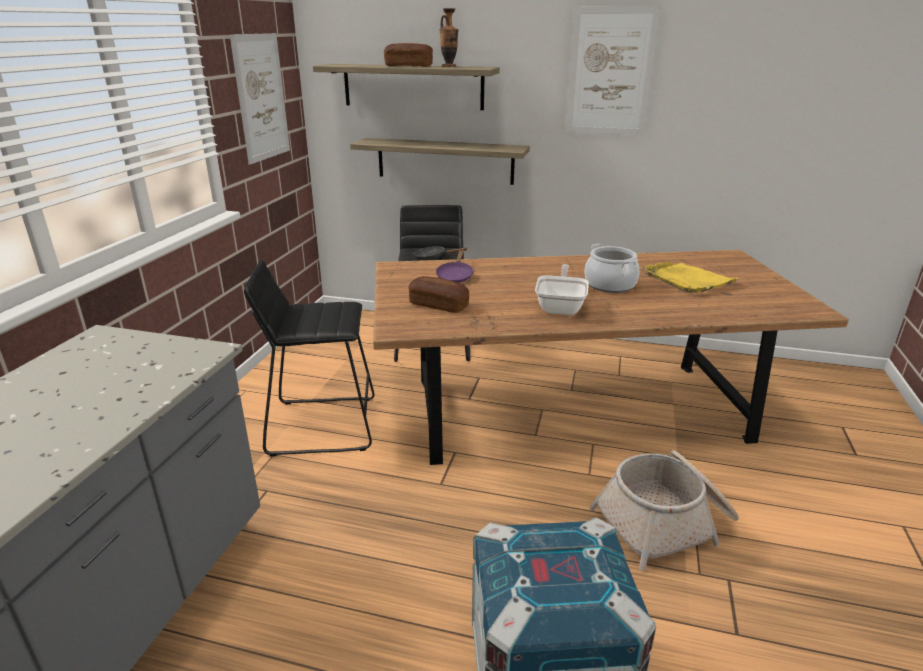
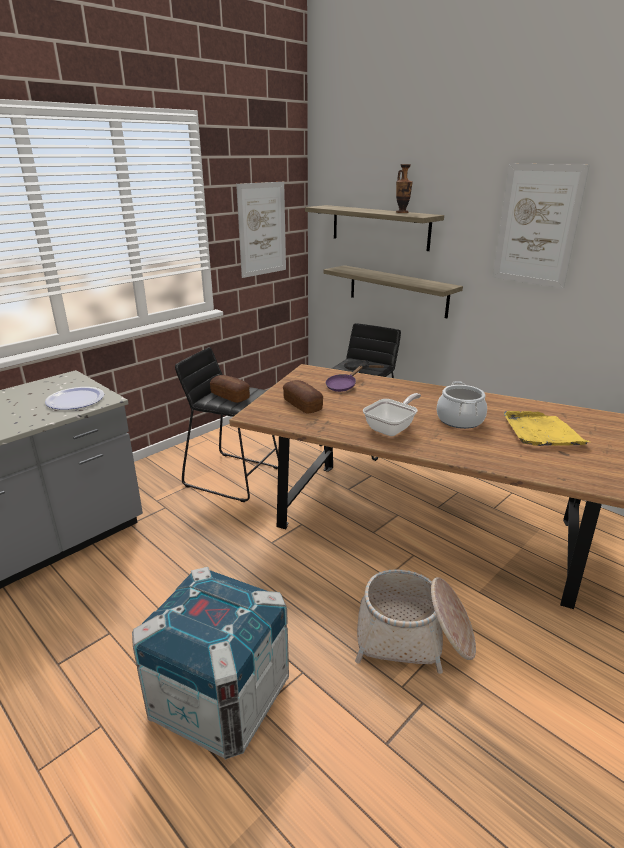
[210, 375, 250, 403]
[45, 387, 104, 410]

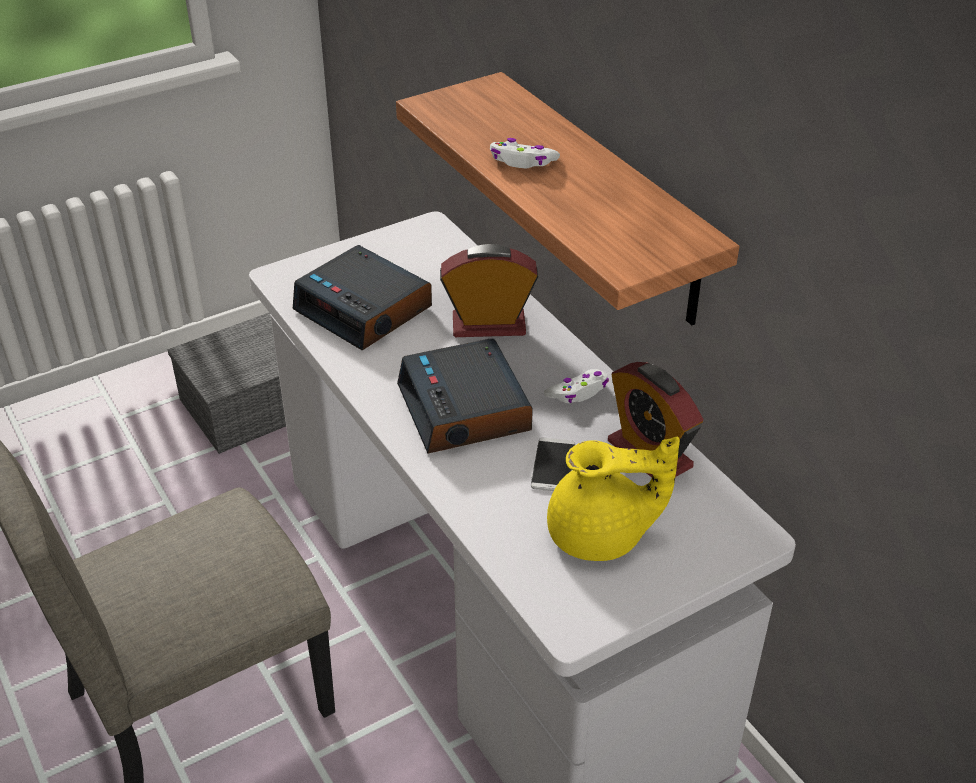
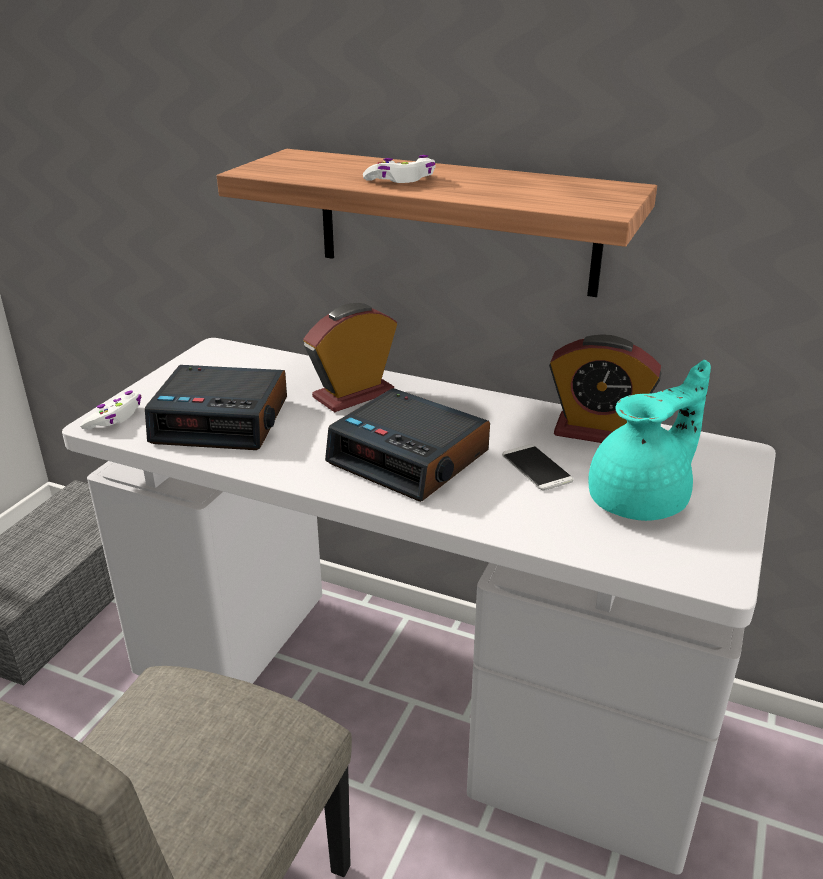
[80, 391, 141, 430]
[588, 360, 711, 521]

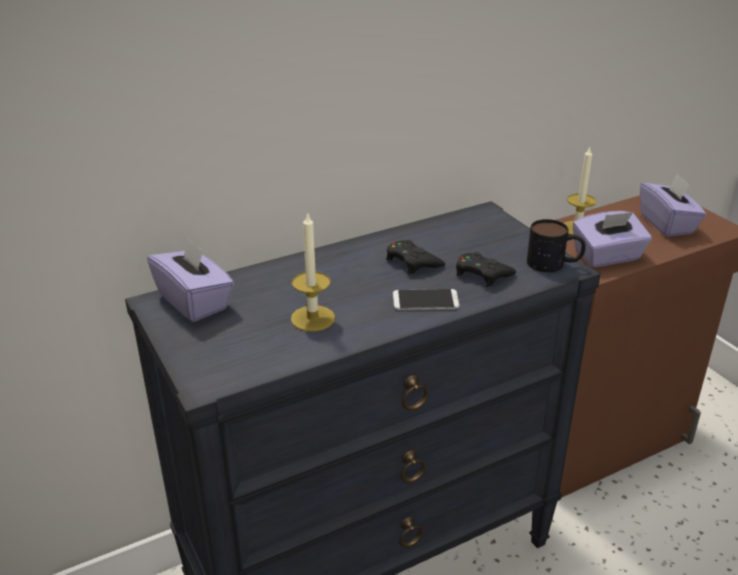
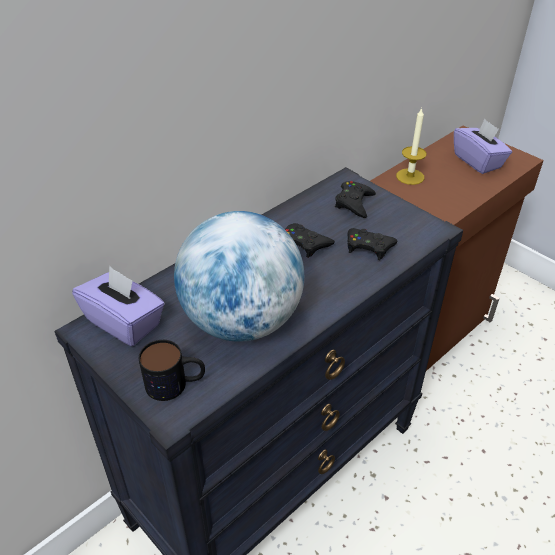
[174, 211, 304, 342]
[393, 289, 460, 310] (first image)
[139, 340, 205, 401]
[573, 211, 652, 267] (first image)
[335, 181, 376, 218]

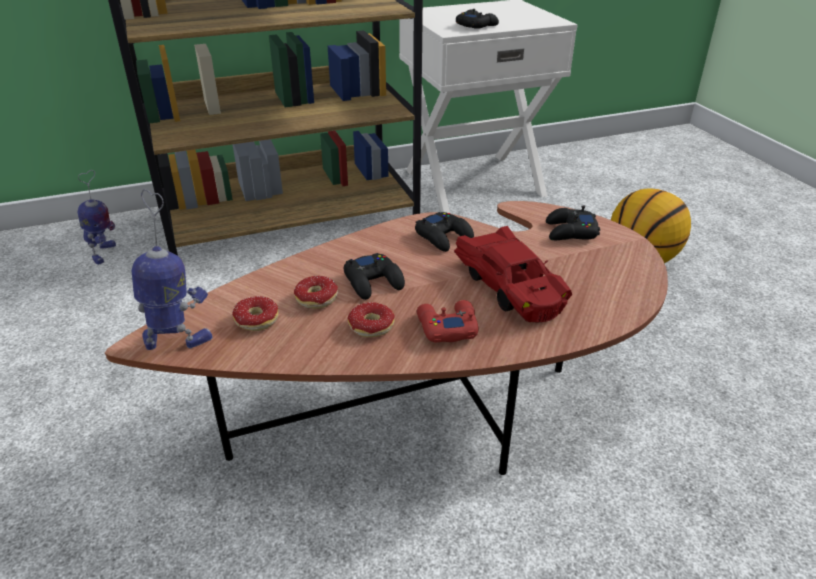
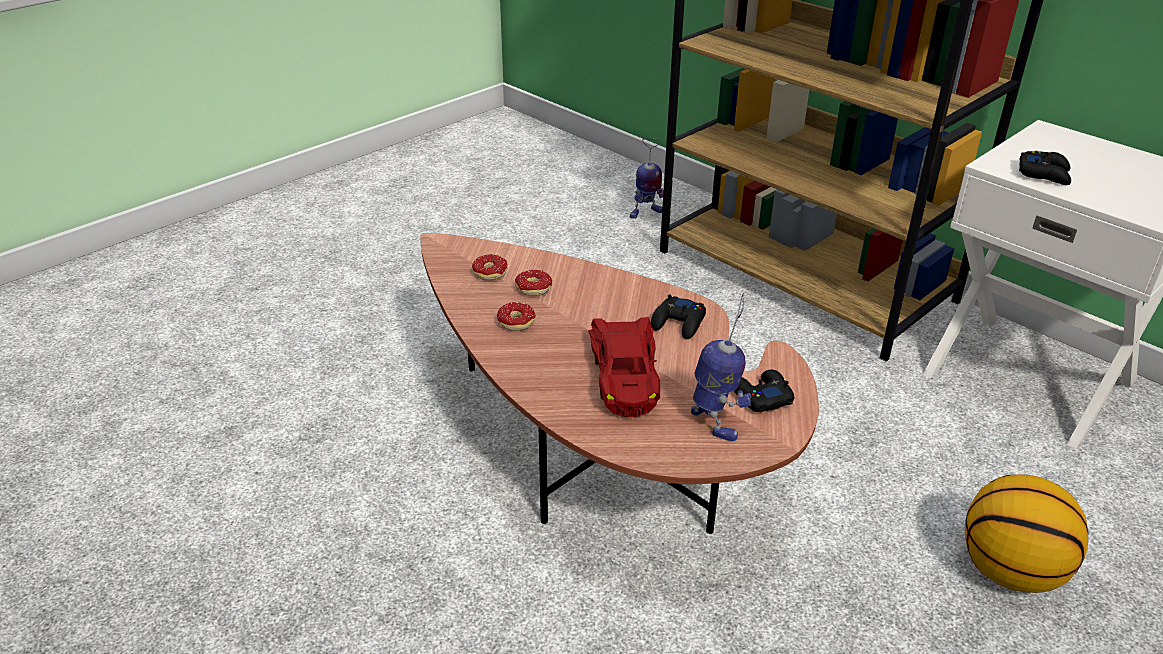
[691, 293, 751, 442]
[343, 253, 405, 300] (first image)
[417, 300, 478, 343] (first image)
[588, 317, 660, 417]

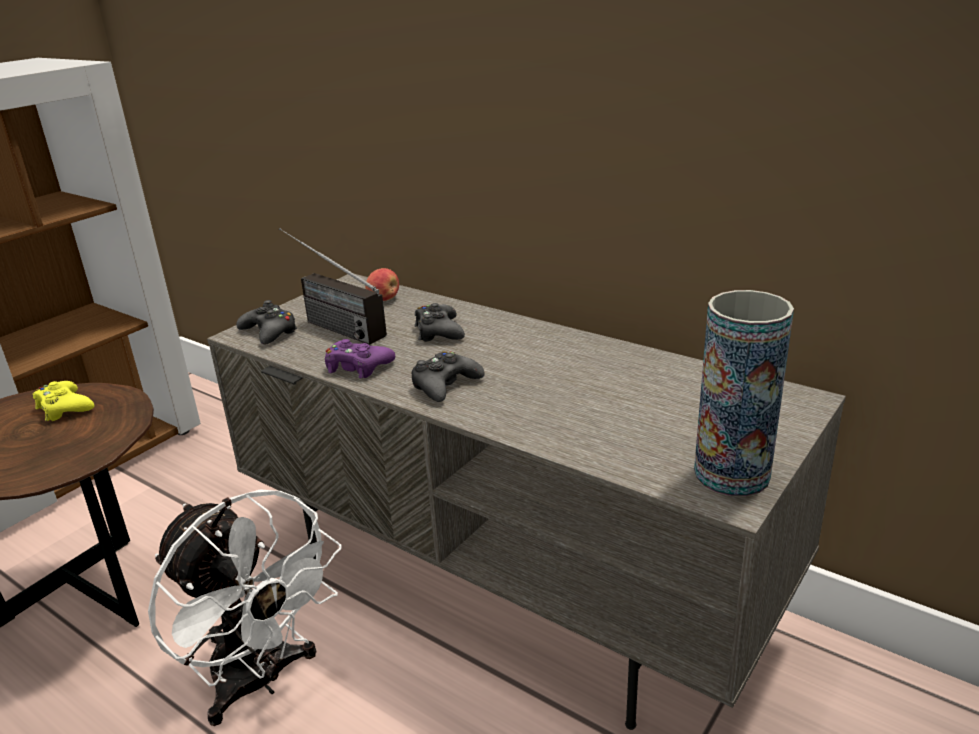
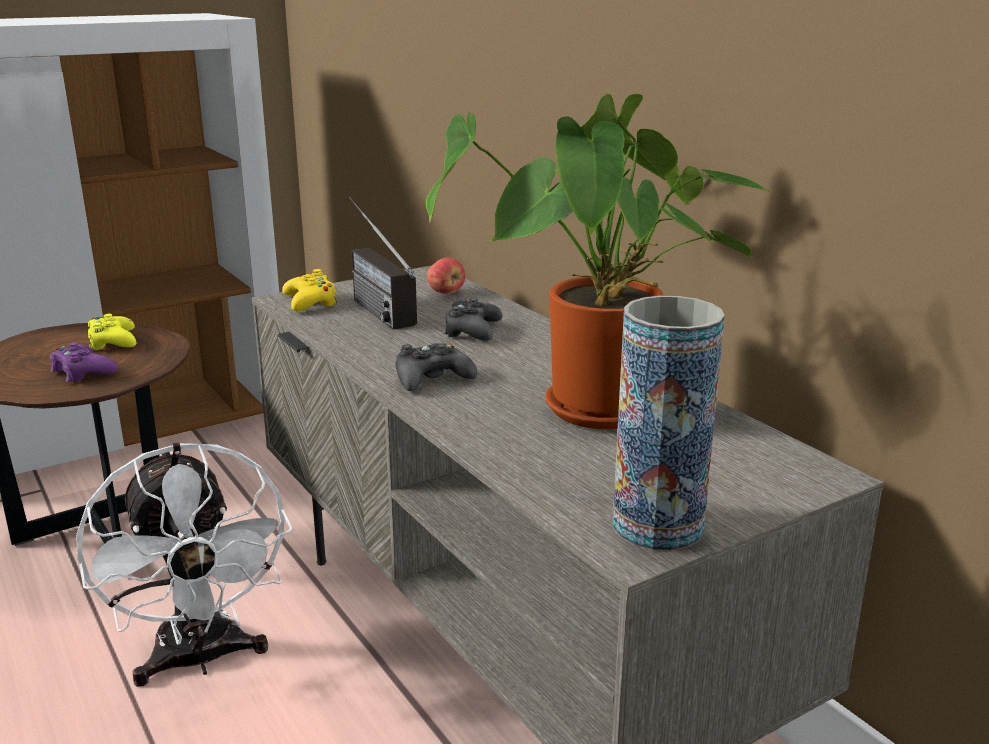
[282, 269, 337, 311]
[50, 342, 118, 382]
[426, 94, 774, 429]

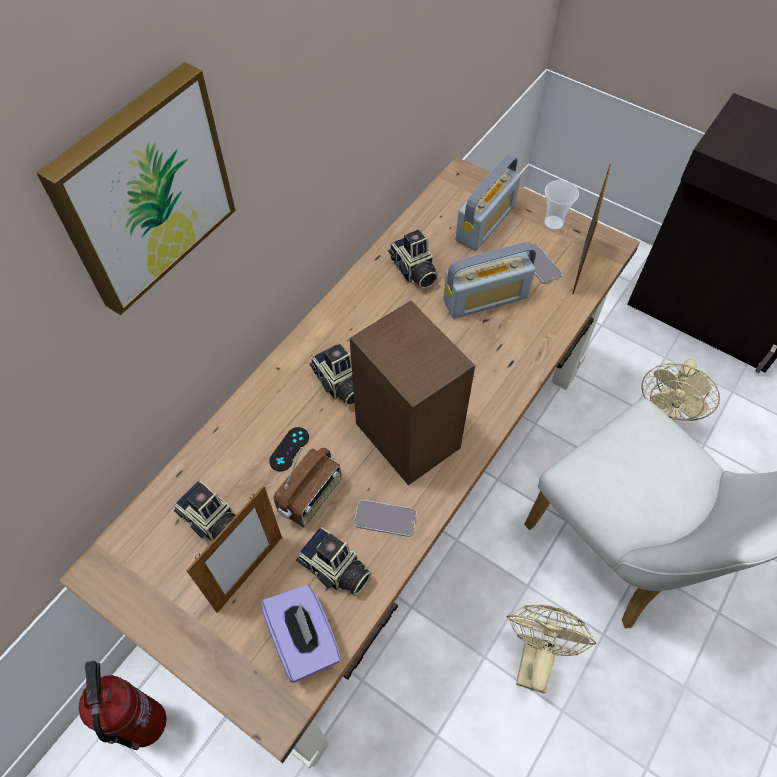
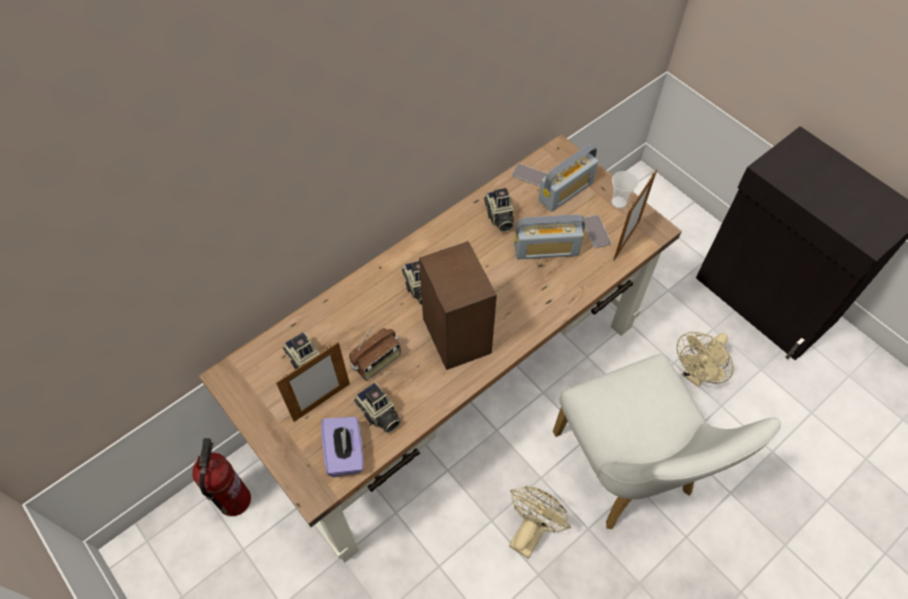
[36, 62, 236, 315] (first image)
[269, 427, 309, 471] (first image)
[512, 164, 547, 186]

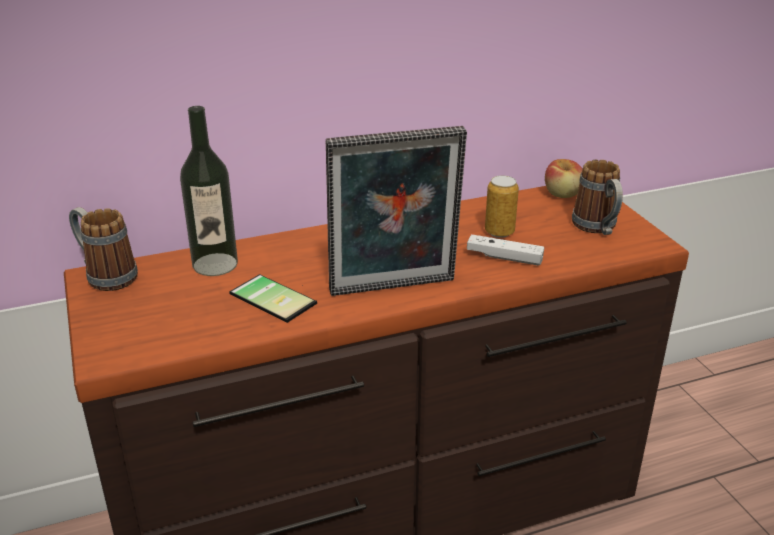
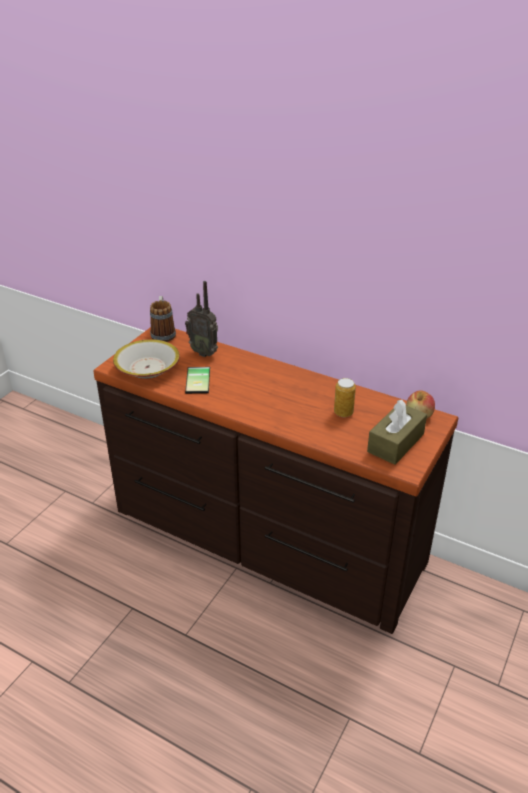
[185, 281, 218, 357]
[326, 126, 467, 296] (first image)
[467, 234, 544, 266] (first image)
[367, 400, 427, 465]
[113, 339, 180, 379]

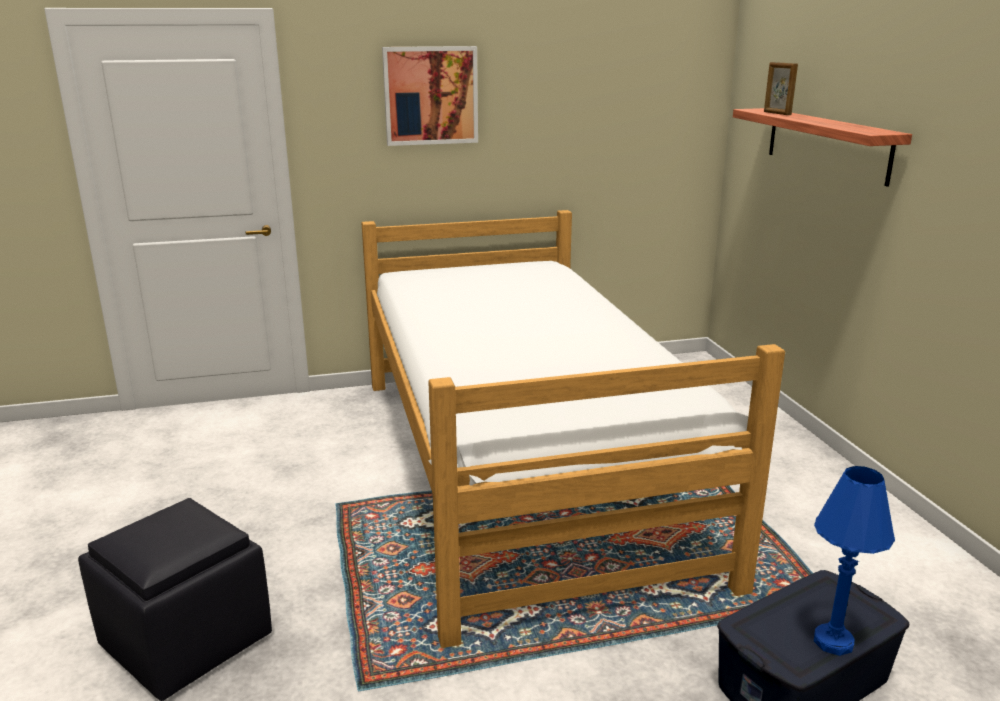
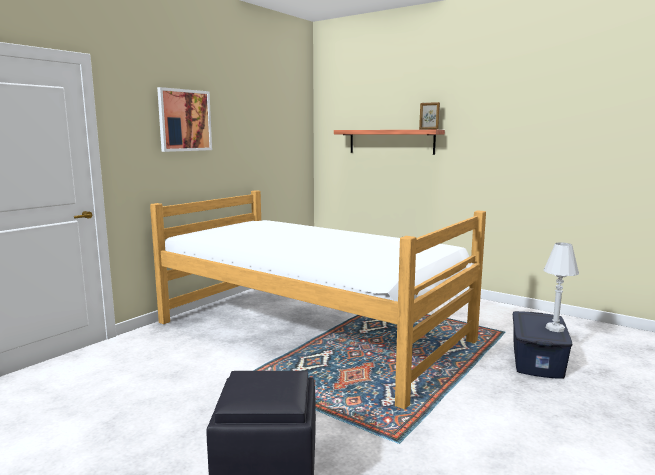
[419, 102, 440, 130]
[543, 242, 579, 332]

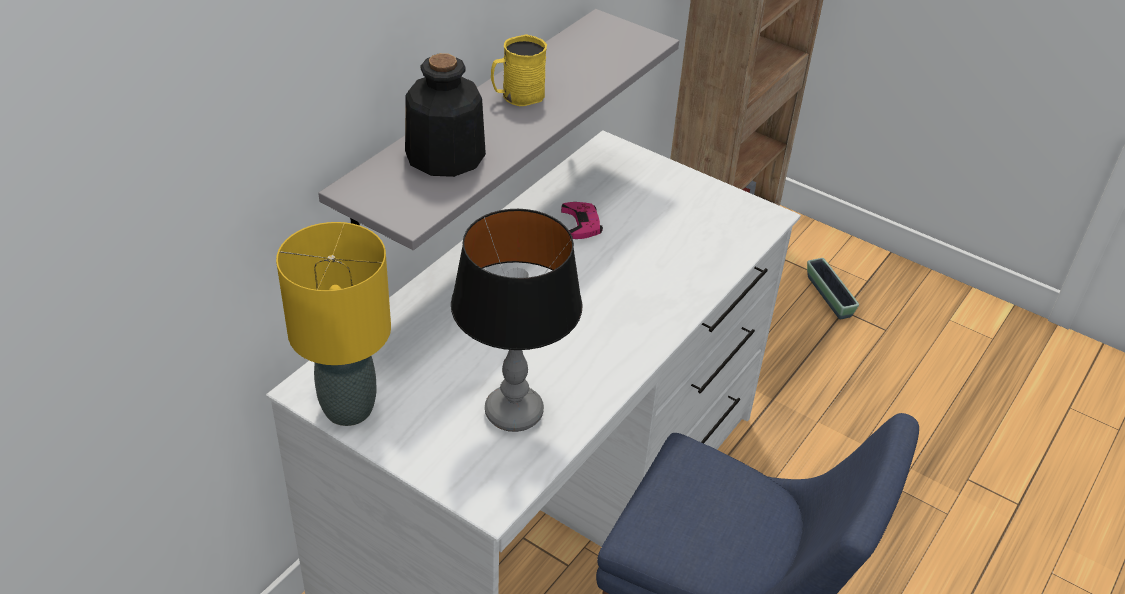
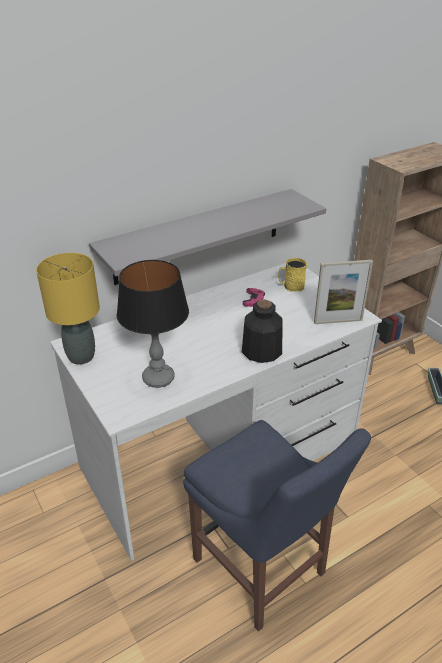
[242, 299, 283, 363]
[278, 258, 307, 292]
[314, 260, 373, 324]

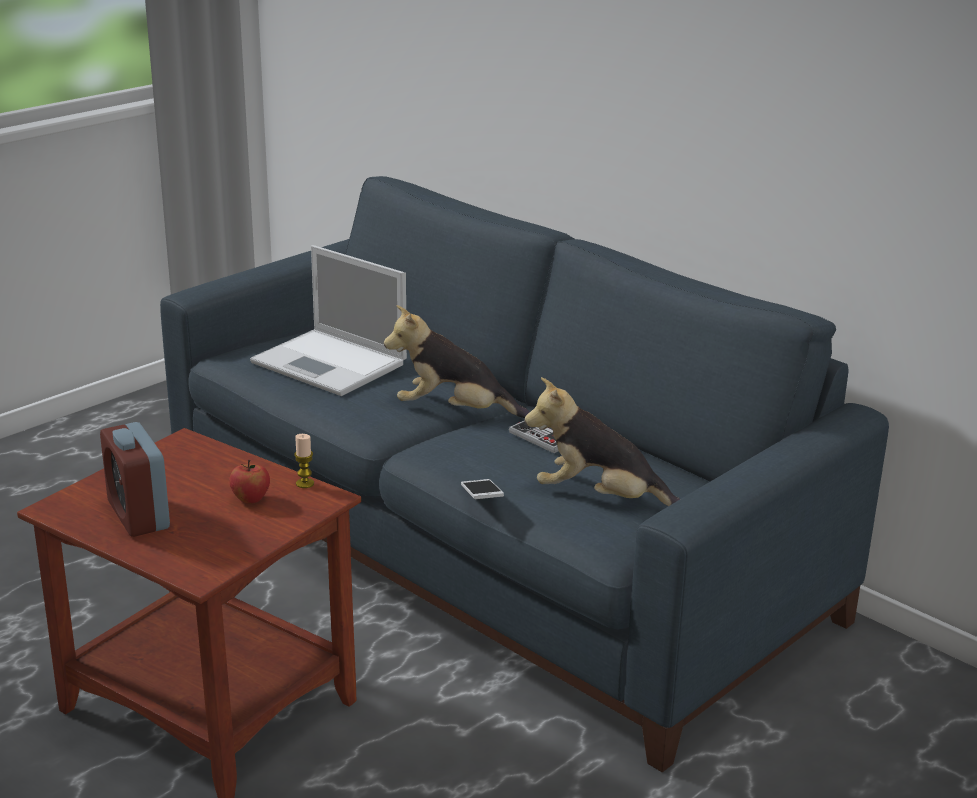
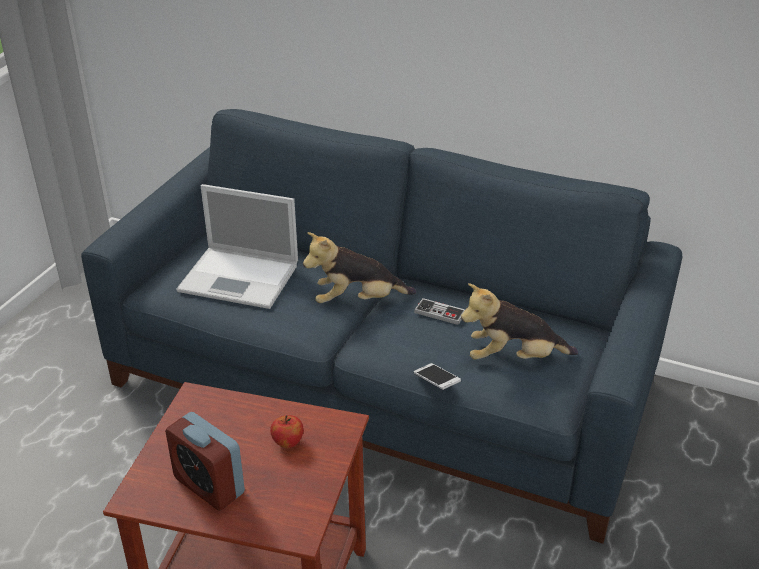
[294, 434, 314, 488] (first image)

